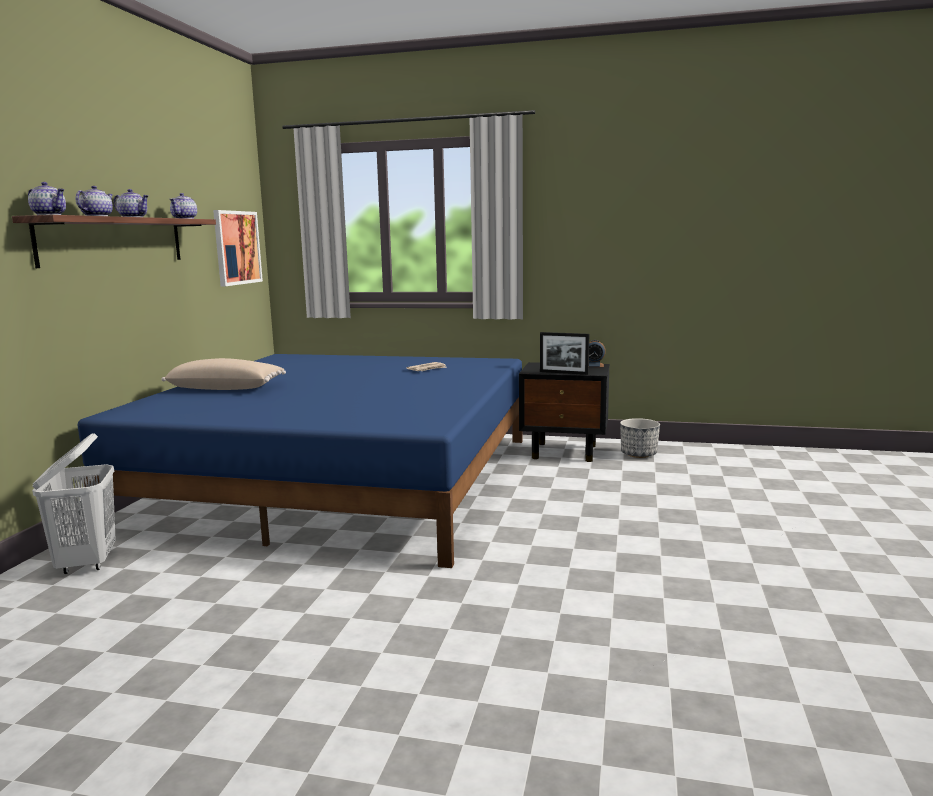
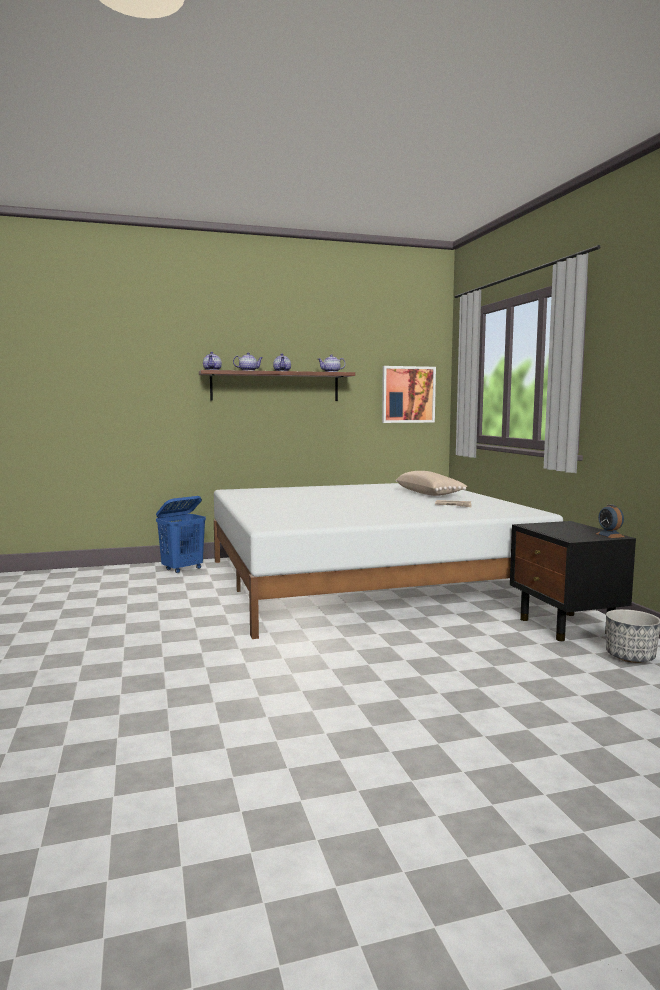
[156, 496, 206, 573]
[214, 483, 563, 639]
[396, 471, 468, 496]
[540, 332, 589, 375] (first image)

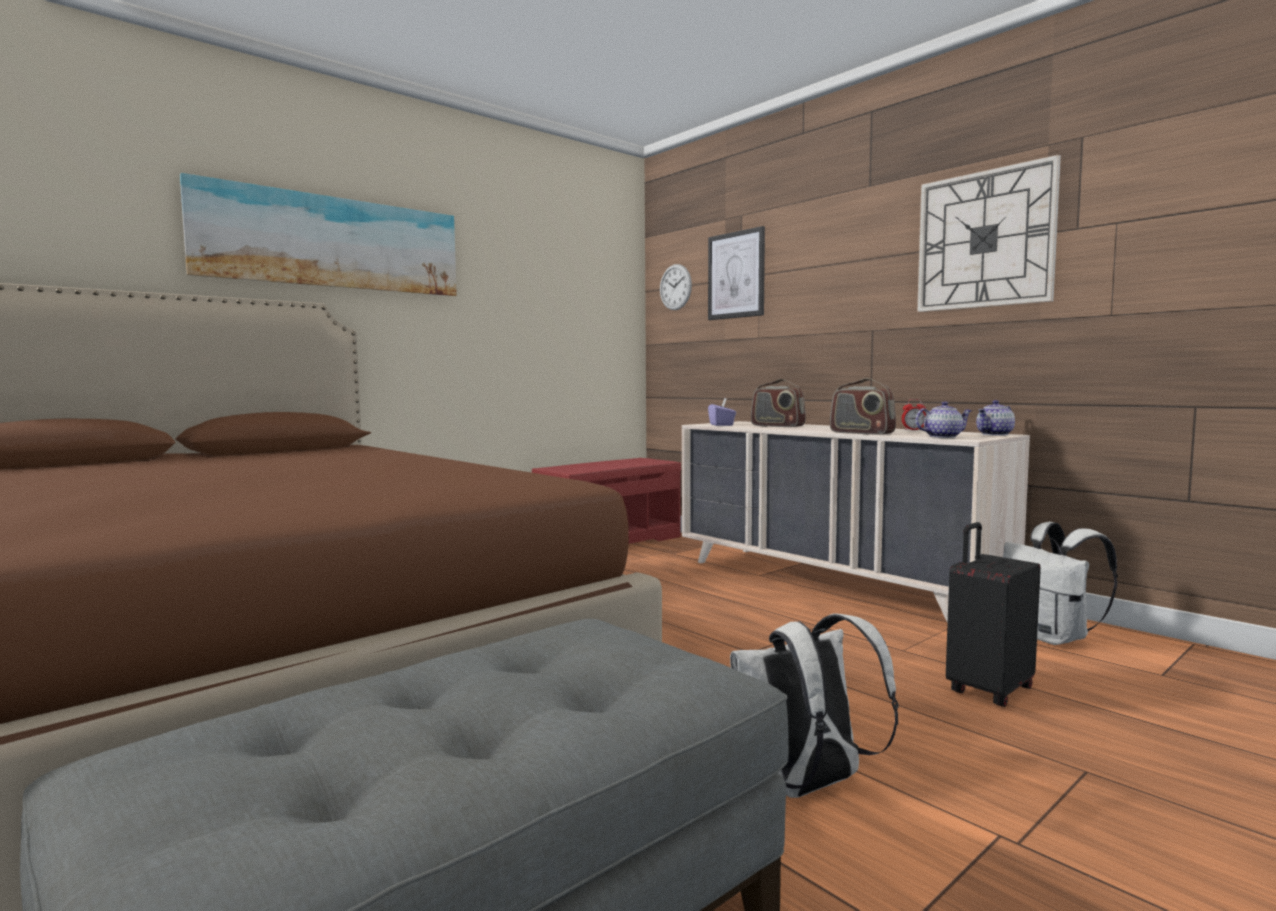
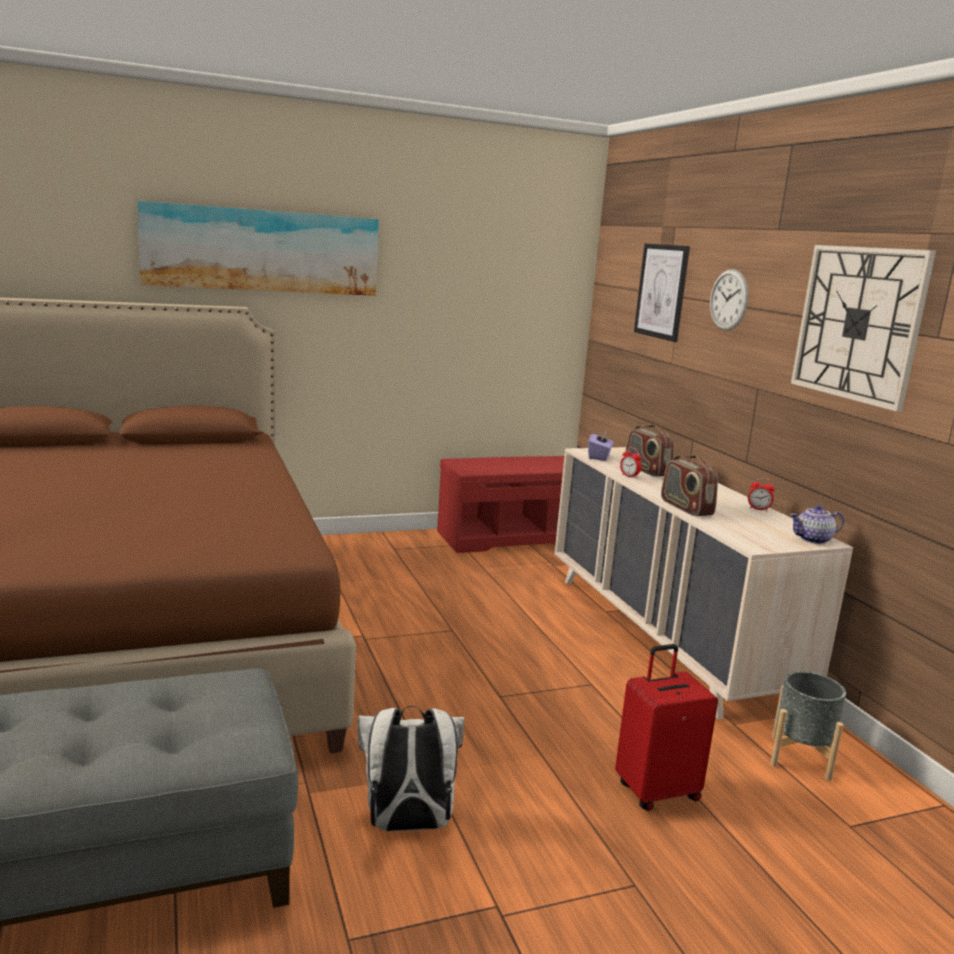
[710, 269, 749, 330]
[915, 401, 972, 438] (first image)
[615, 644, 718, 811]
[770, 671, 846, 781]
[620, 447, 642, 478]

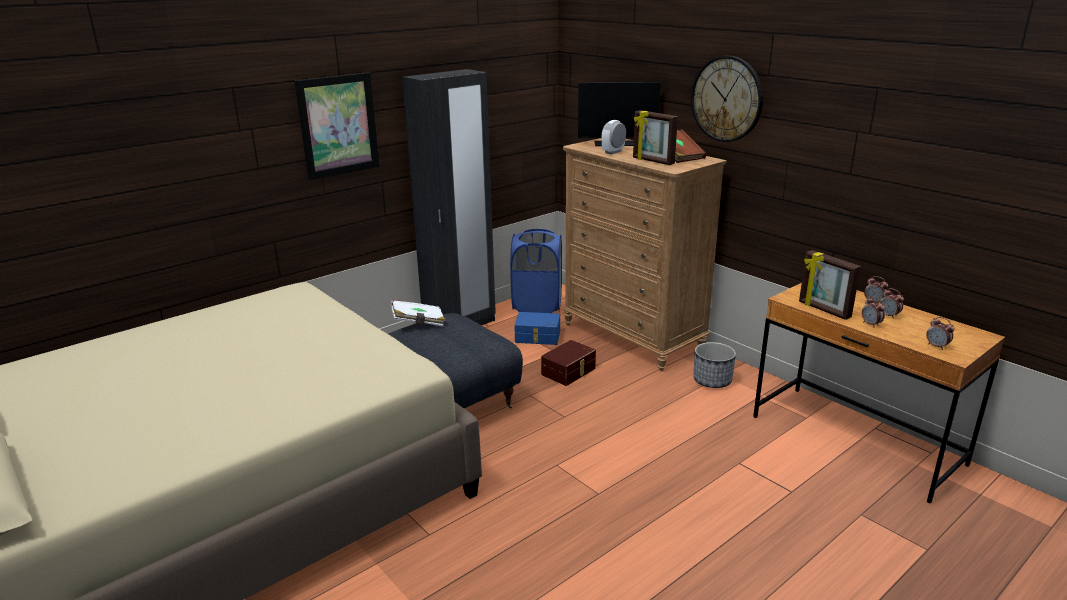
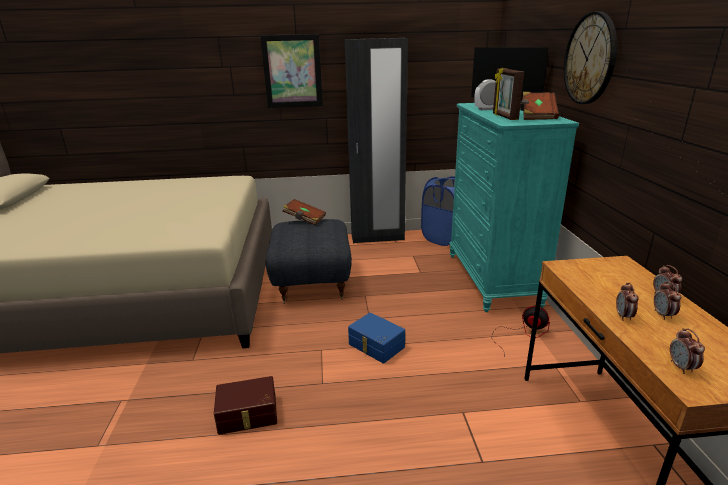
[282, 199, 326, 225]
[348, 312, 405, 364]
[214, 376, 277, 435]
[449, 103, 579, 312]
[491, 306, 550, 360]
[799, 250, 861, 320] (first image)

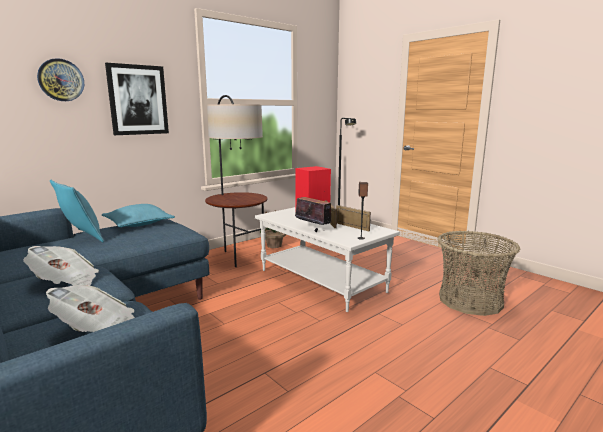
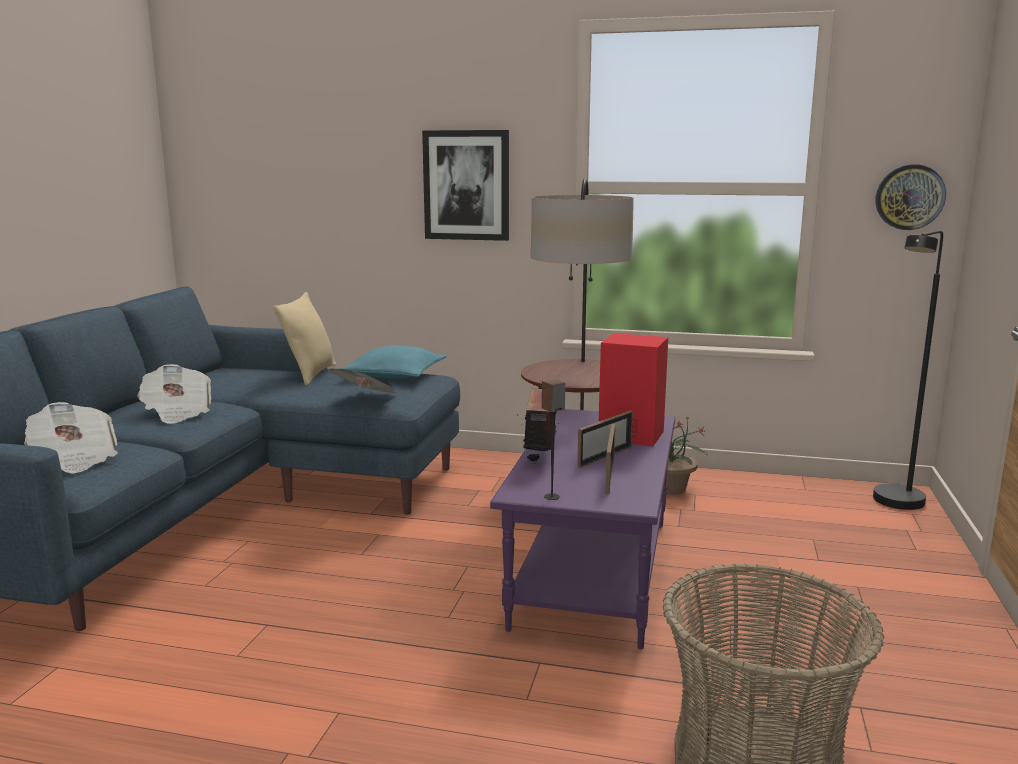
[876, 164, 946, 230]
[274, 292, 336, 386]
[490, 409, 675, 649]
[328, 369, 398, 393]

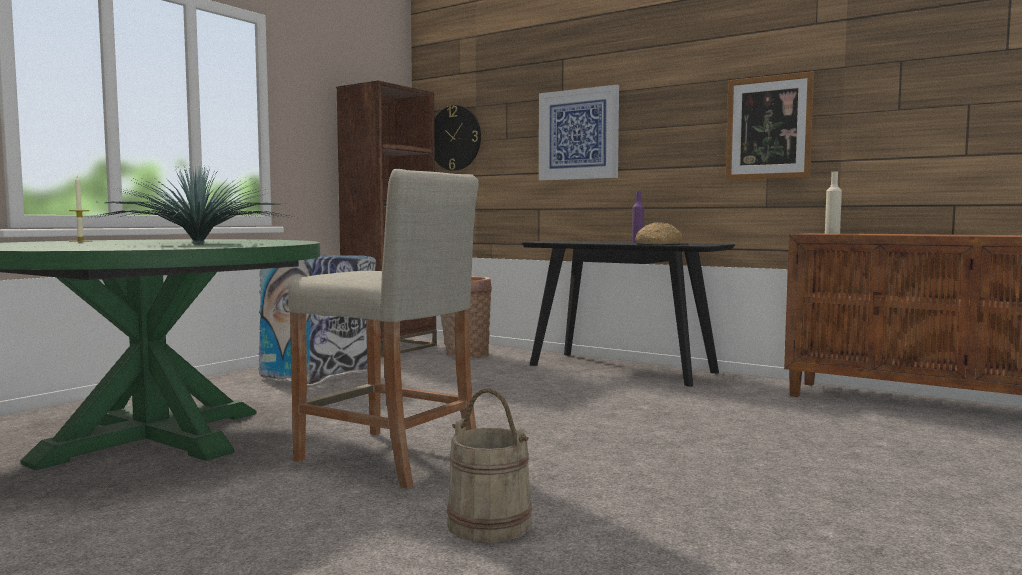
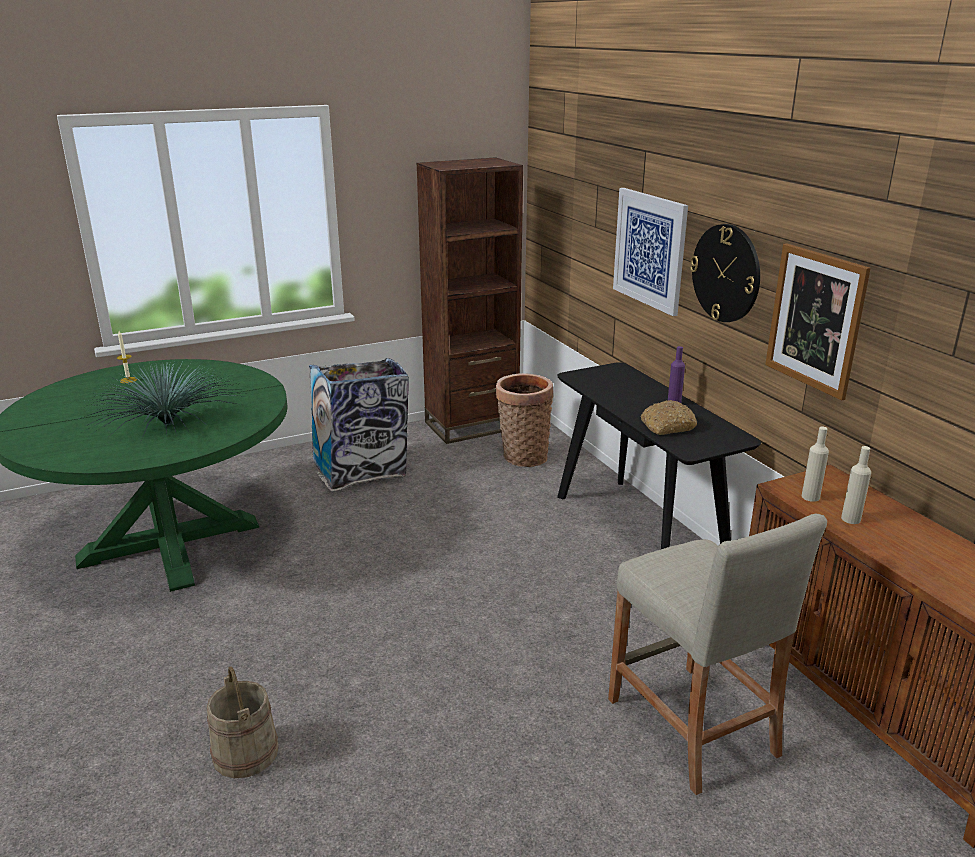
[608, 514, 827, 795]
[690, 224, 760, 322]
[841, 446, 871, 524]

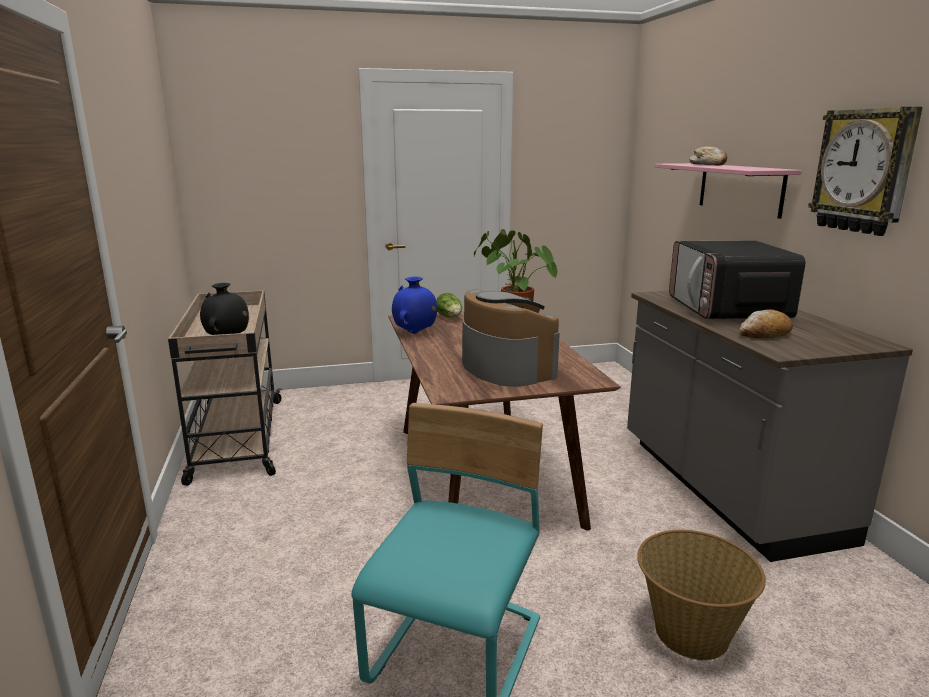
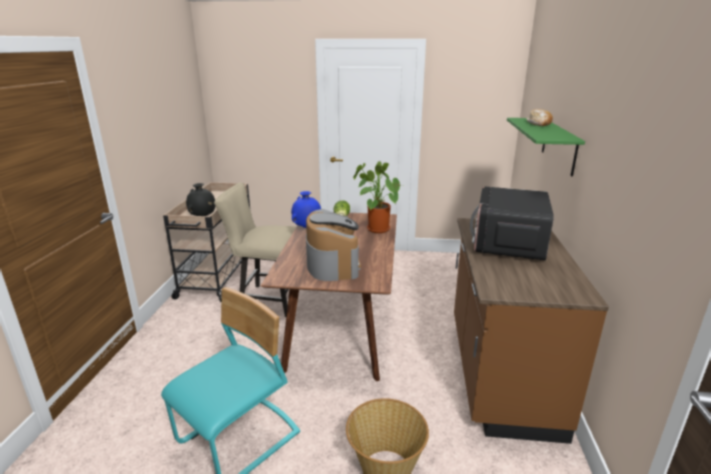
[454, 218, 609, 444]
[507, 118, 585, 177]
[739, 309, 793, 338] (first image)
[808, 106, 923, 236] (first image)
[214, 182, 296, 317]

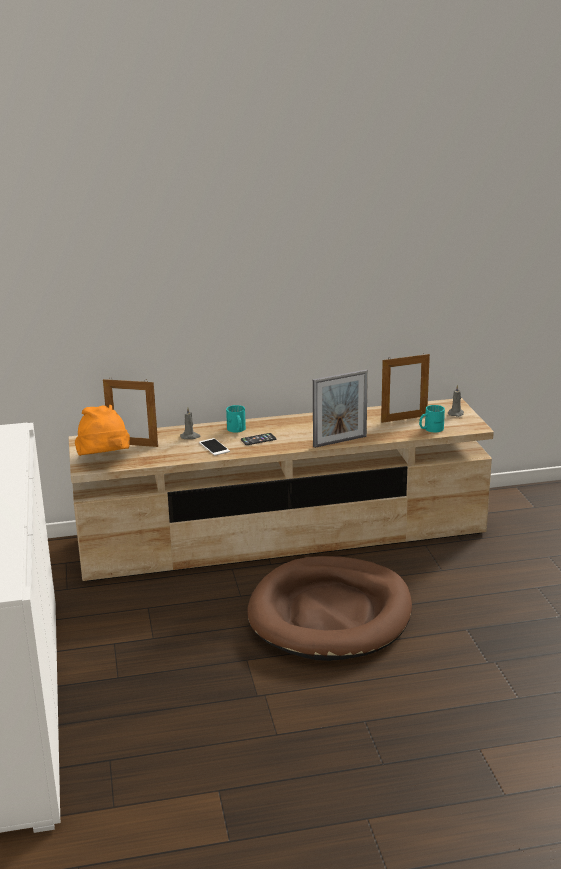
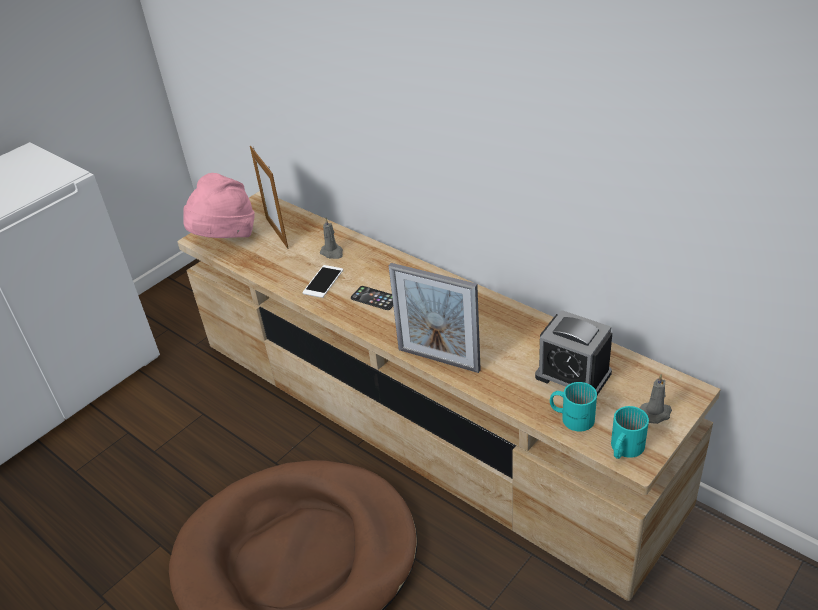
[183, 173, 255, 238]
[611, 406, 649, 459]
[535, 310, 612, 395]

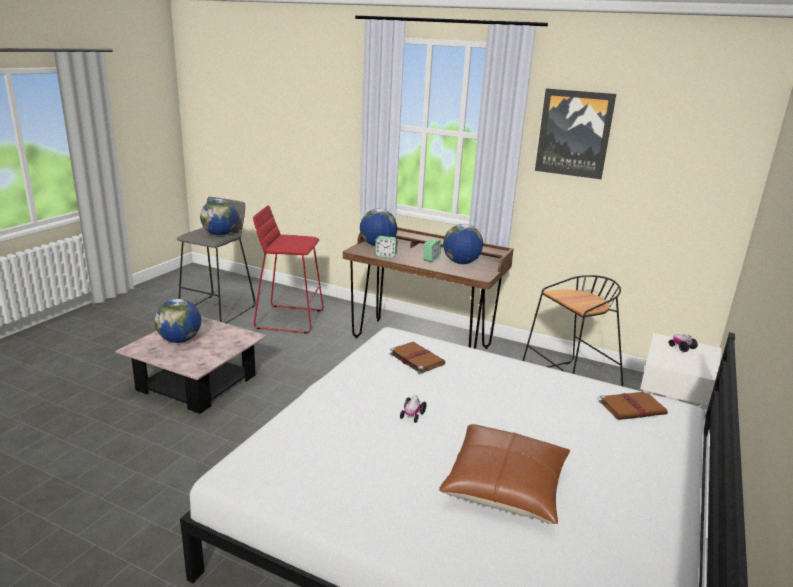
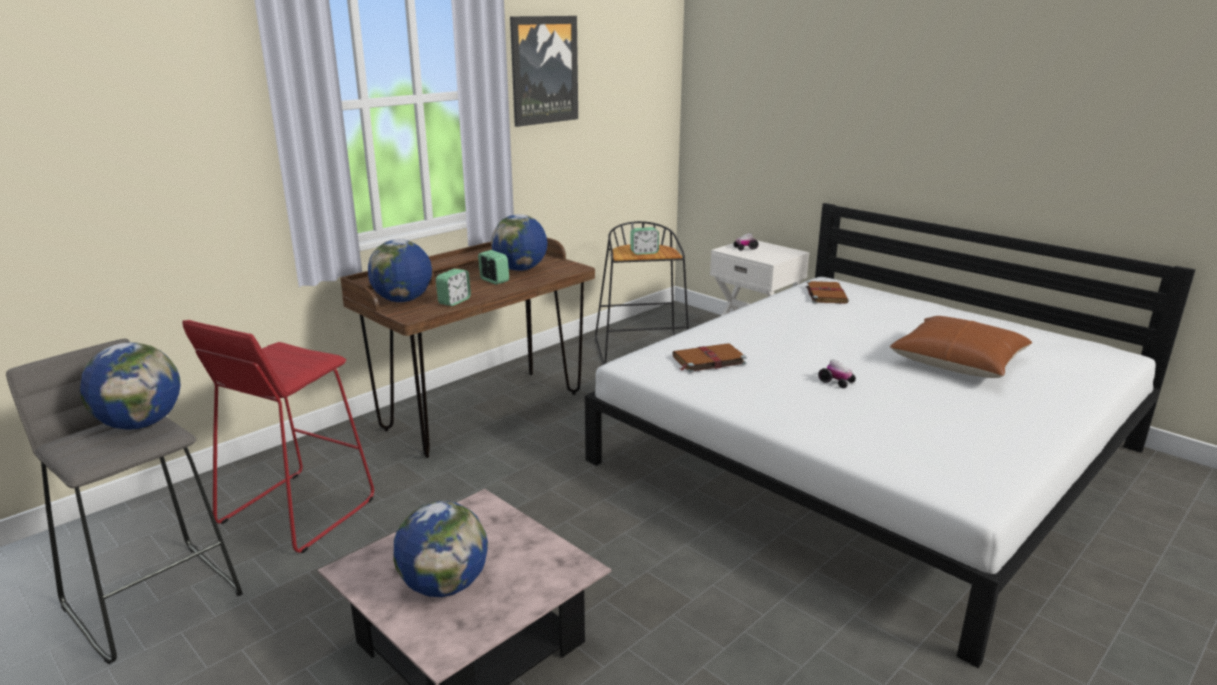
[630, 227, 659, 255]

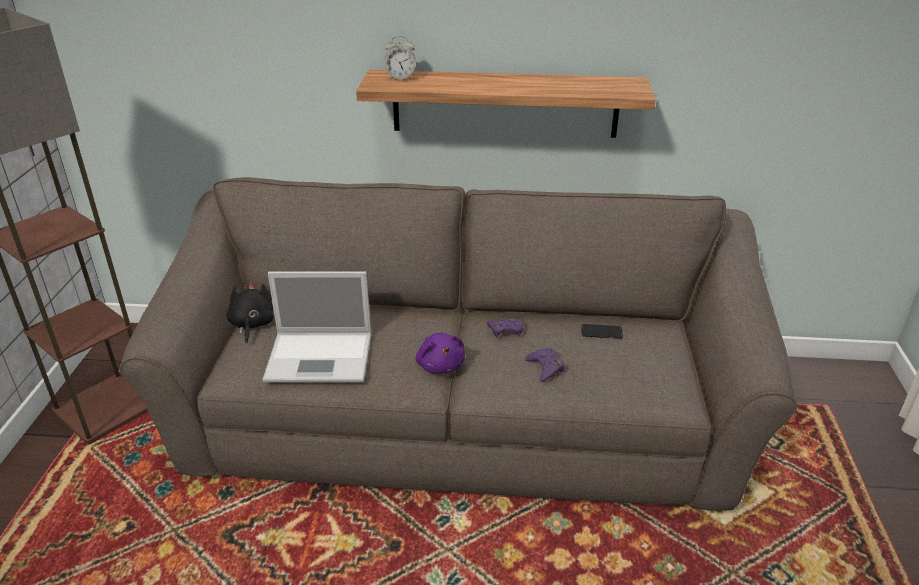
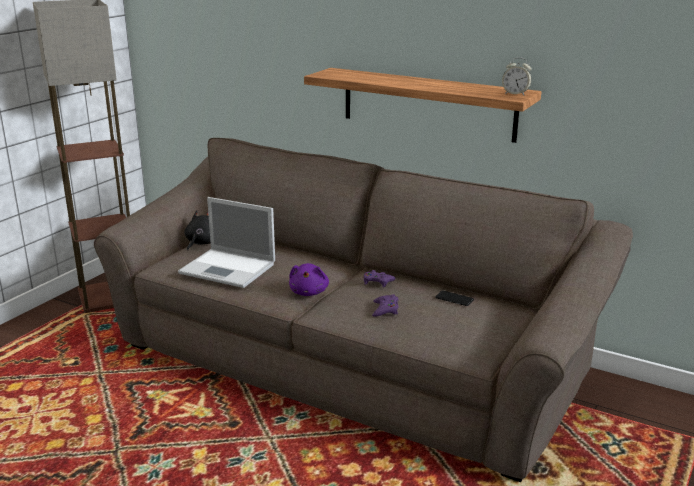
[502, 57, 532, 95]

